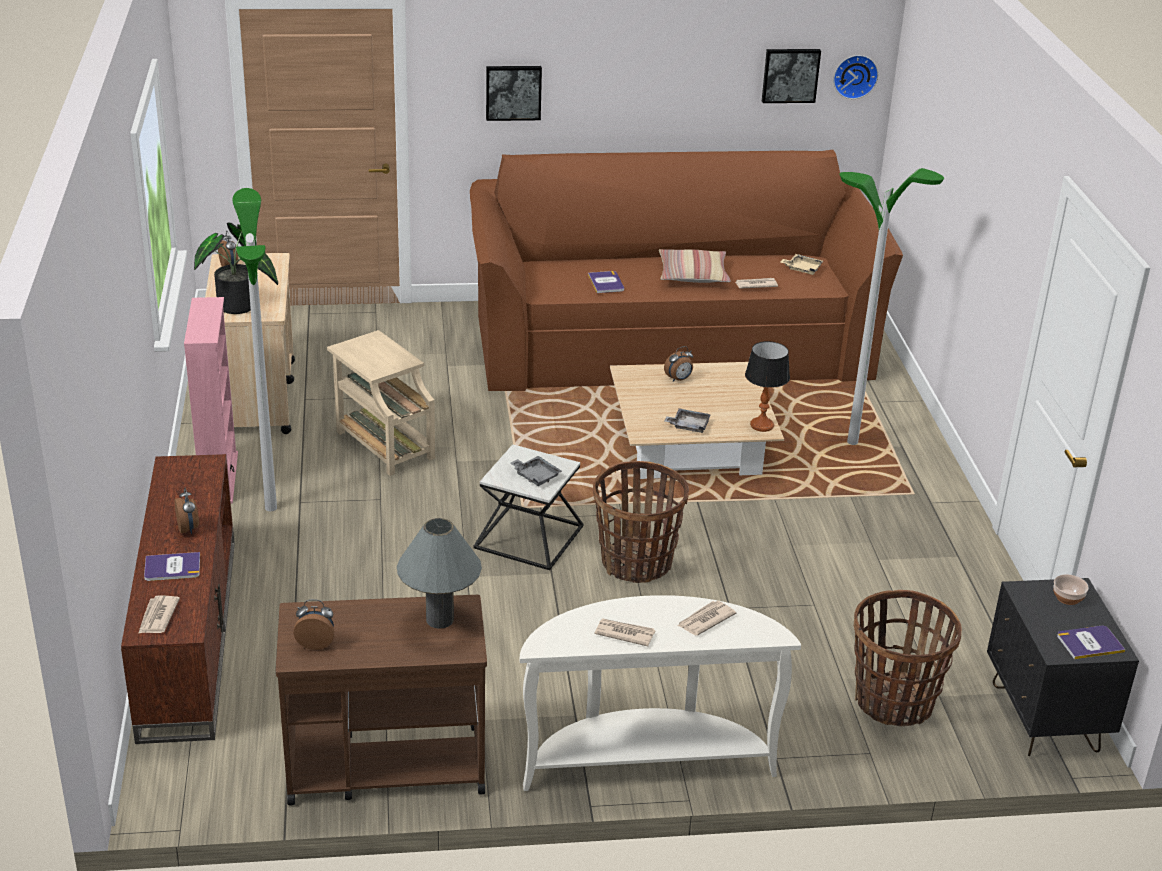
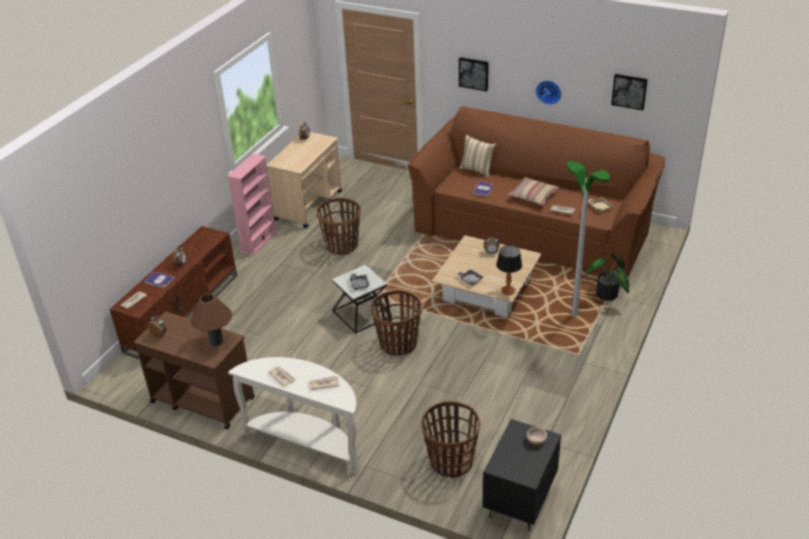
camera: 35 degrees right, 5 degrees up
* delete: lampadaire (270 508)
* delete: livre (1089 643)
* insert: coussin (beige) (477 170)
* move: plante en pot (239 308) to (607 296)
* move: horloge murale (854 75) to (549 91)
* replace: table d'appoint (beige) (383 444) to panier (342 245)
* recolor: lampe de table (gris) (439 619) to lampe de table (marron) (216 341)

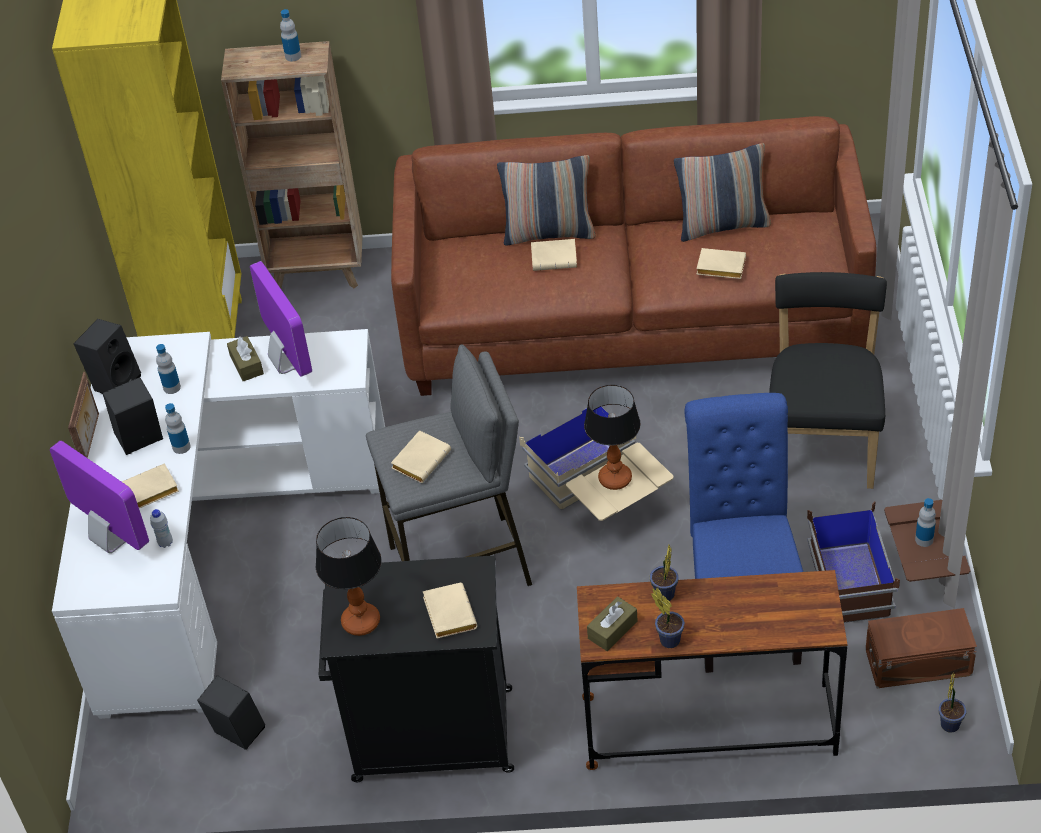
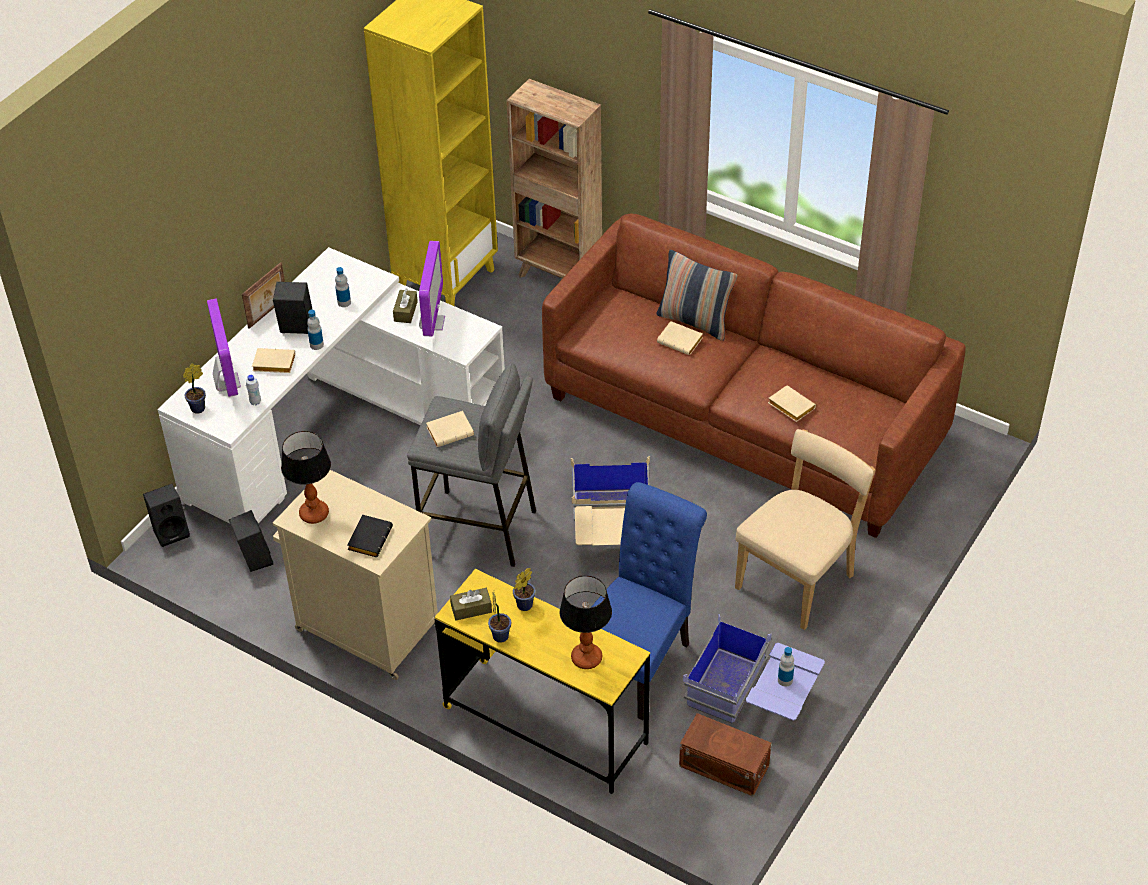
camera: 30 degrees right, 0 degrees up
* delete: bouteille (293 56)
* delete: coussin (722 225)
* move: enceinte (noir) (115 381) to (171 531)
* move: lampe de table (614 479) to (586 658)
* move: plante en pot (950 722) to (200 407)
* recolor: meuble de rangement (noir) (429 736) to meuble de rangement (beige) (365 627)
* recolor: livre (beige) (447 613) to livre (noir) (369 538)
* recolor: bureau (marron) (709 726) to bureau (jaune) (545 725)
* recolor: chaise (noir) (823 443) to chaise (beige) (799 579)
* recolor: boîte de rangement (marron) (884 581) to boîte de rangement (bleu) (753 698)

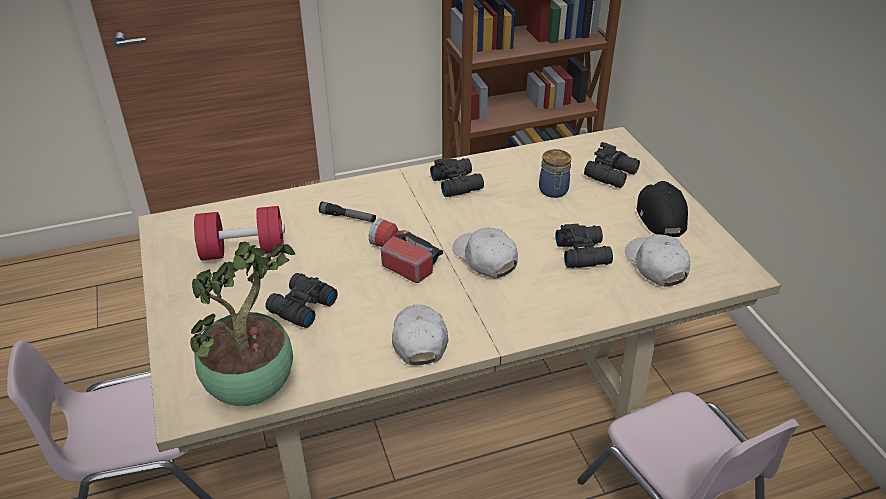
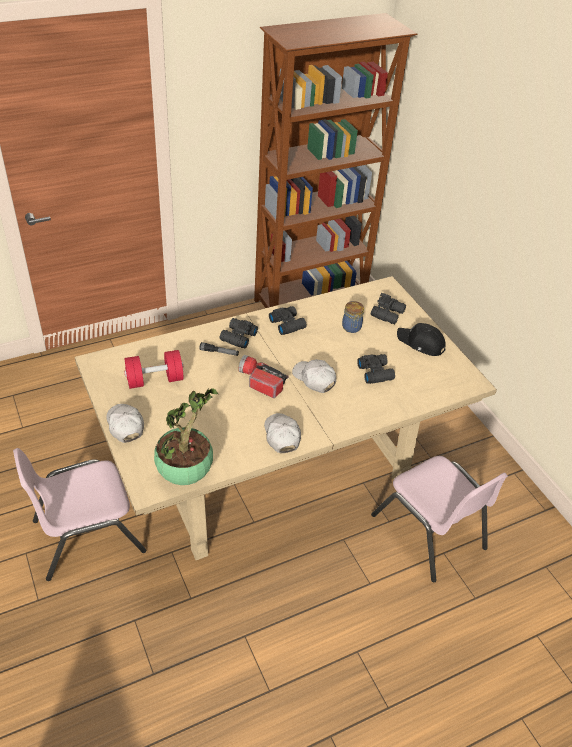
camera: 10 degrees left, 5 degrees up
* move: jumelles (noir) (300 307) to (237 337)
* move: casquette (blanc) (656 265) to (125 425)
* rotate: casquette (noir) (659 215) = (421 343) 45 degrees counterclockwise

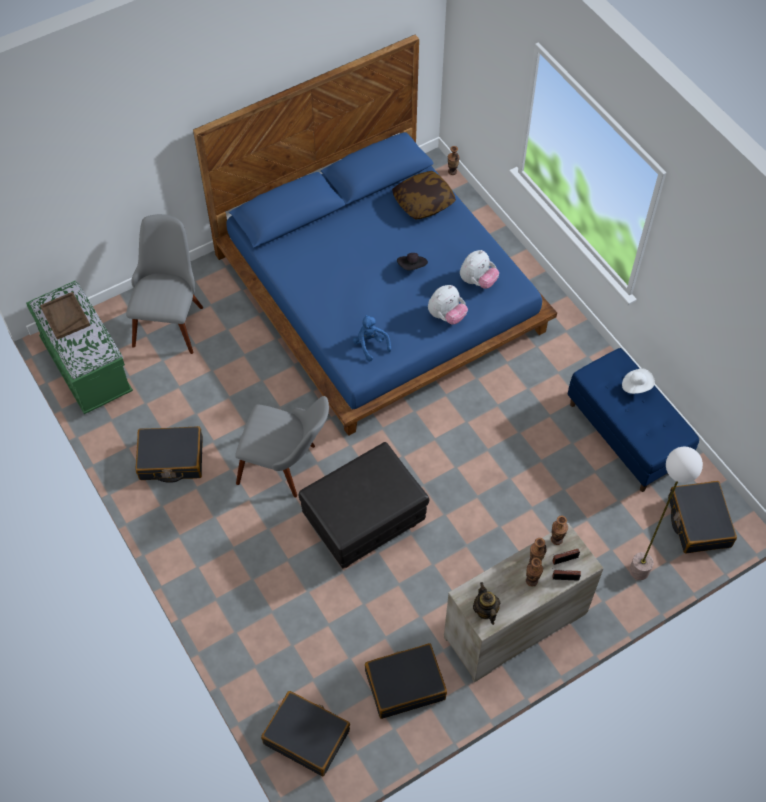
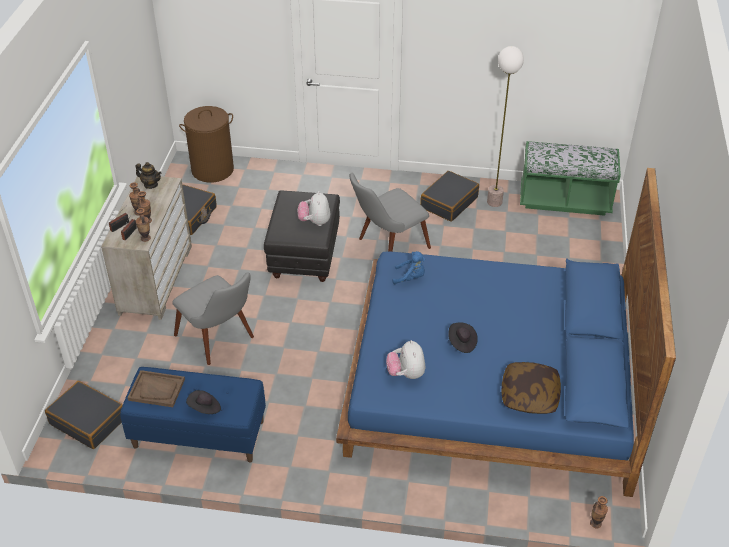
camera: 130 degrees right, 15 degrees down
* move: plateau (marron) (65 316) to (157 390)
* move: chaise (gris) (170 318) to (221 340)
* move: peluche (446 316) to (315 222)
* move: lampadaire (639 570) to (494 202)
* replace: valise (noir) (307 736) to panier à linge (marron) (212 170)
* recolor: chapeau (blanc) (636 386) to chapeau (noir) (205 408)

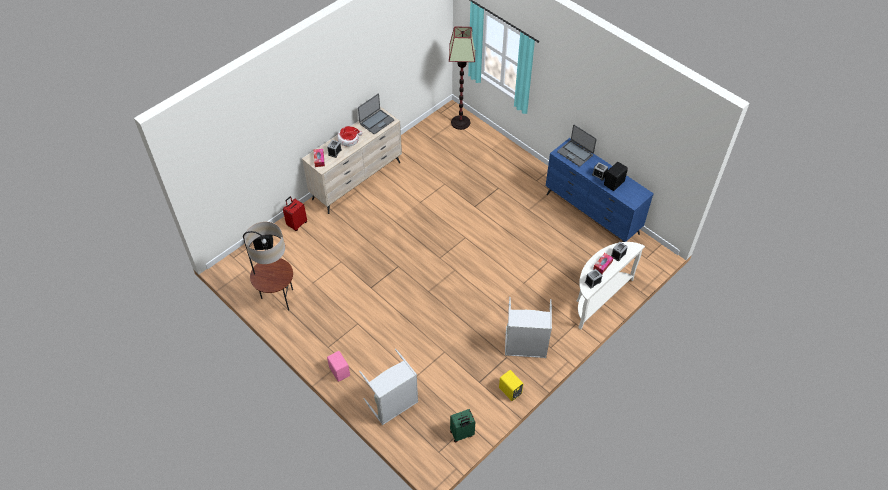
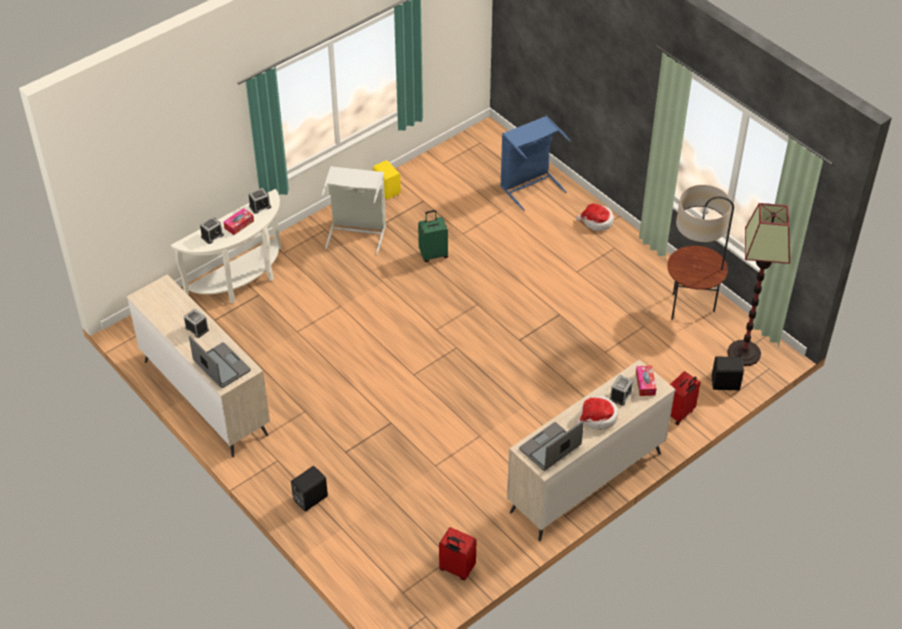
camera: 175 degrees left, 5 degrees down
* insert: valise (rouge) (456 569)
* move: lampadaire (460 122) to (743 353)
* move: valise (vert) (462 434) to (433 254)
* move: enceinte (noir) (614 183) to (309 498)
* replace: enceinte (rose) (340 371) to chapeau (597 222)
* recolor: panier à linge (gris) (393 405) to panier à linge (bleu) (529 185)
* recolor: commode (bleu) (592 214) to commode (beige) (205 397)

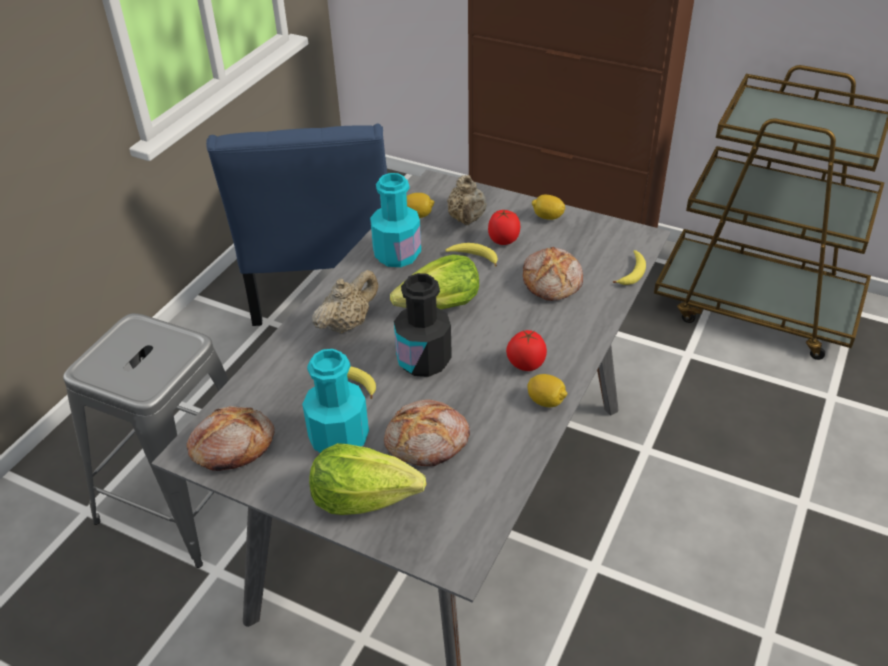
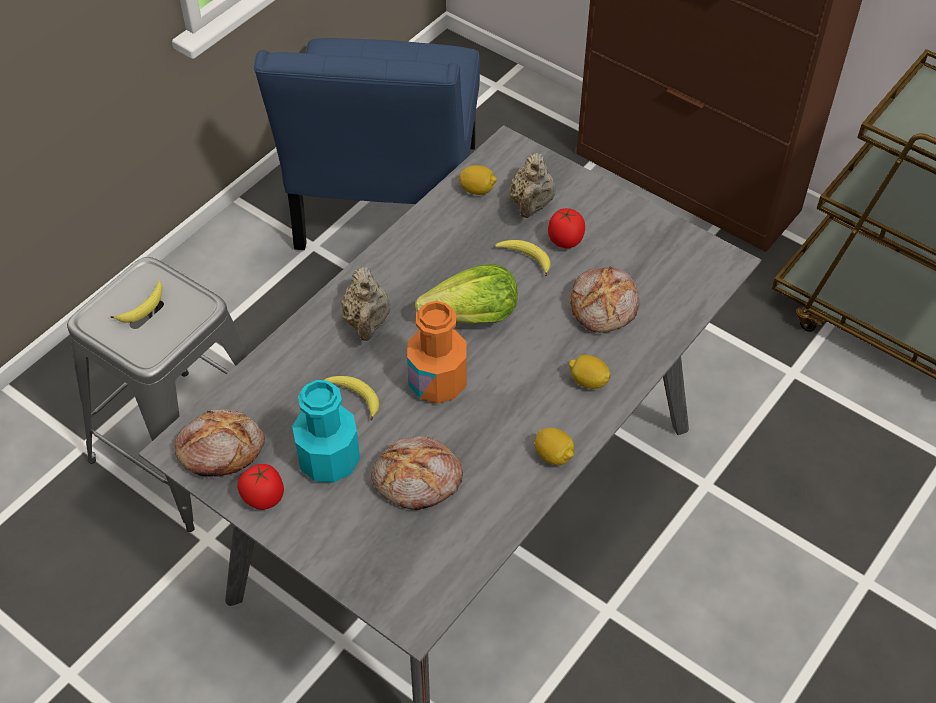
camera: 10 degrees right, 10 degrees up
* delete: laitue (364 497)
* delete: bouteille (turquoise) (397 254)
* move: tomate (525 365) to (263 498)
* move: citron (547 217) to (588 381)
* move: banane (632 273) to (143 307)
* recolor: bouteille (noir) (424 360) to bouteille (orange) (437 382)
* rotate: théière (beige) (347 324) = (367 322) 120 degrees clockwise

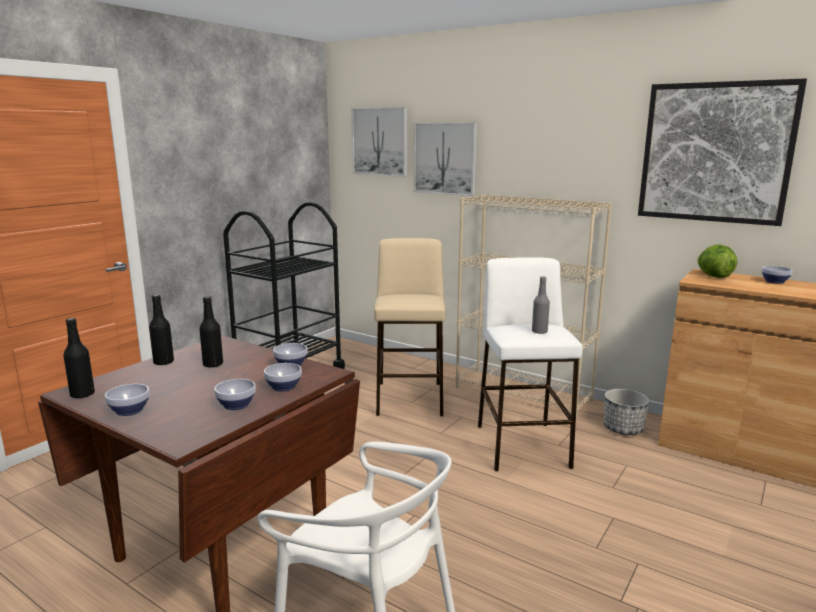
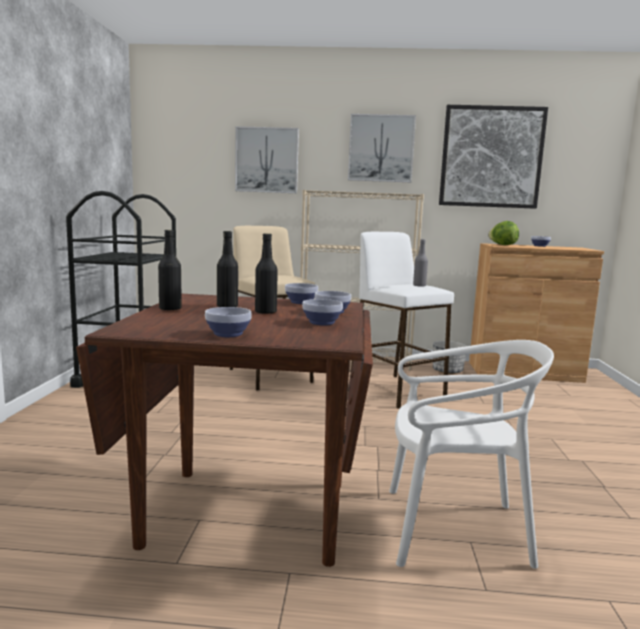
camera: 30 degrees left, 5 degrees down
* move: bouteille (noir) (82 394) to (265 312)
* move: tableau (380 141) to (381 148)

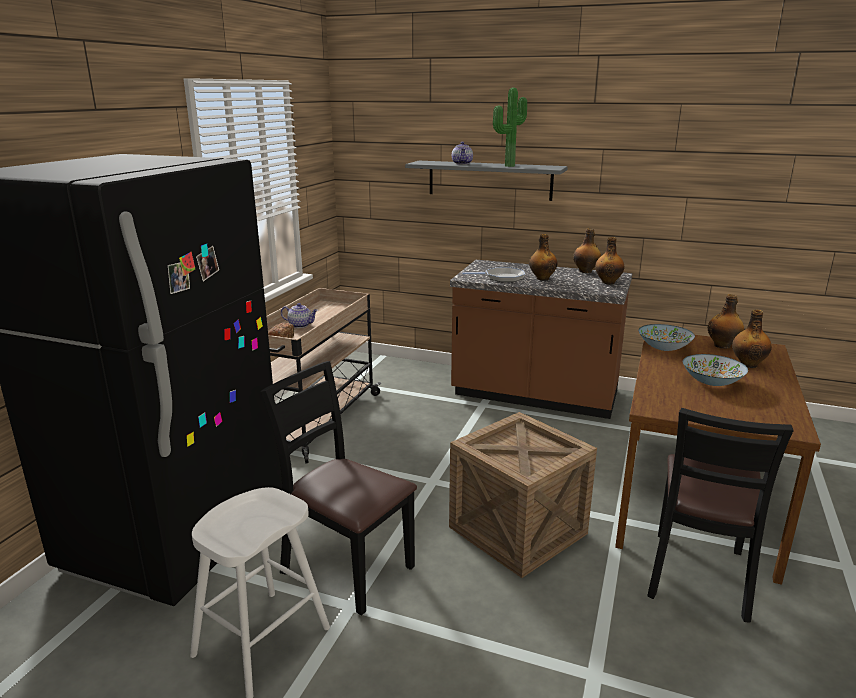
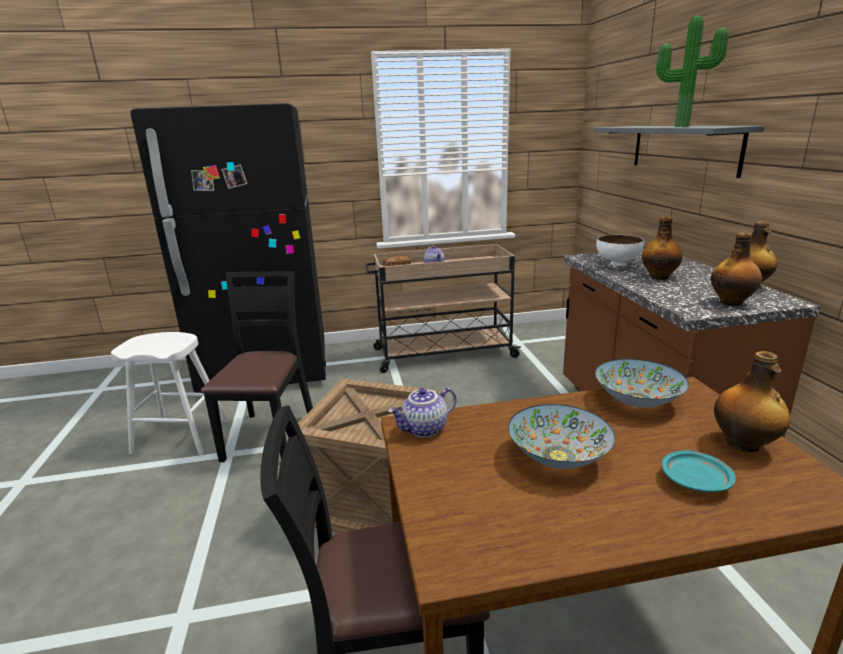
camera: 60 degrees right, 0 degrees up
* move: théière (462 163) to (424 429)
* replace: poêle (502 278) to bol (blanc) (617 265)
* replace: bouteille (748 364) to assiette (turquoise) (695 480)

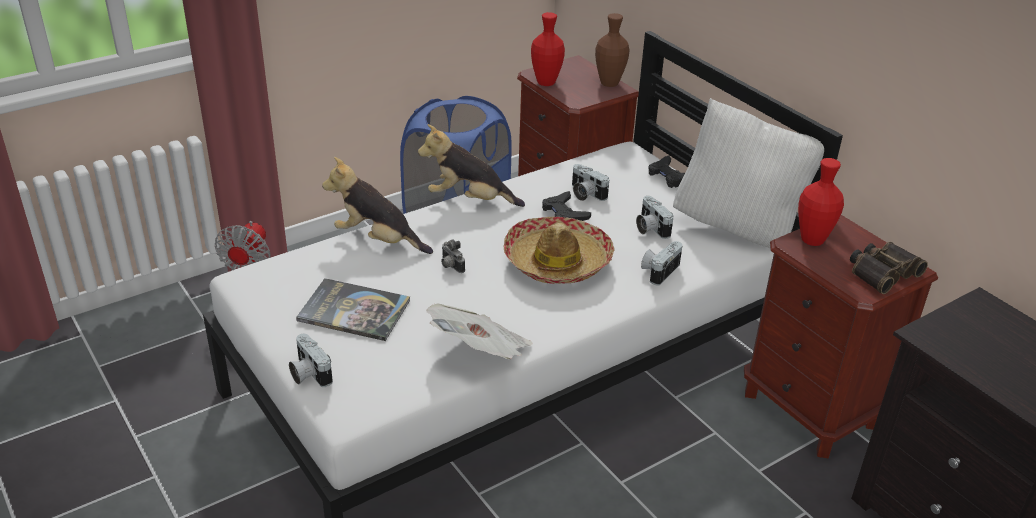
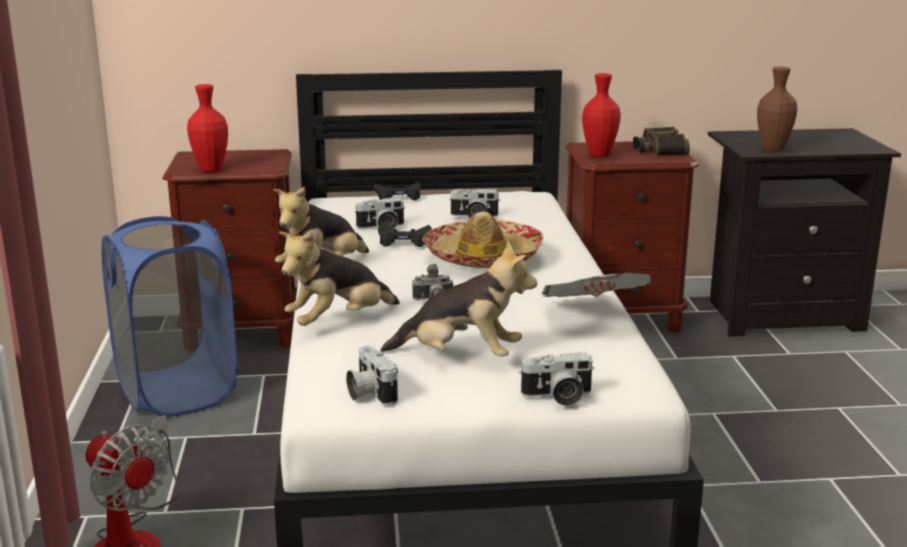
camera: 60 degrees left, 15 degrees down
* delete: coussin (blanc) (739 228)
* move: vase (marron) (609 83) to (773 149)
* move: appareil photo (659 270) to (369 393)
* replace: livre (354 311) to peluche (461 357)

